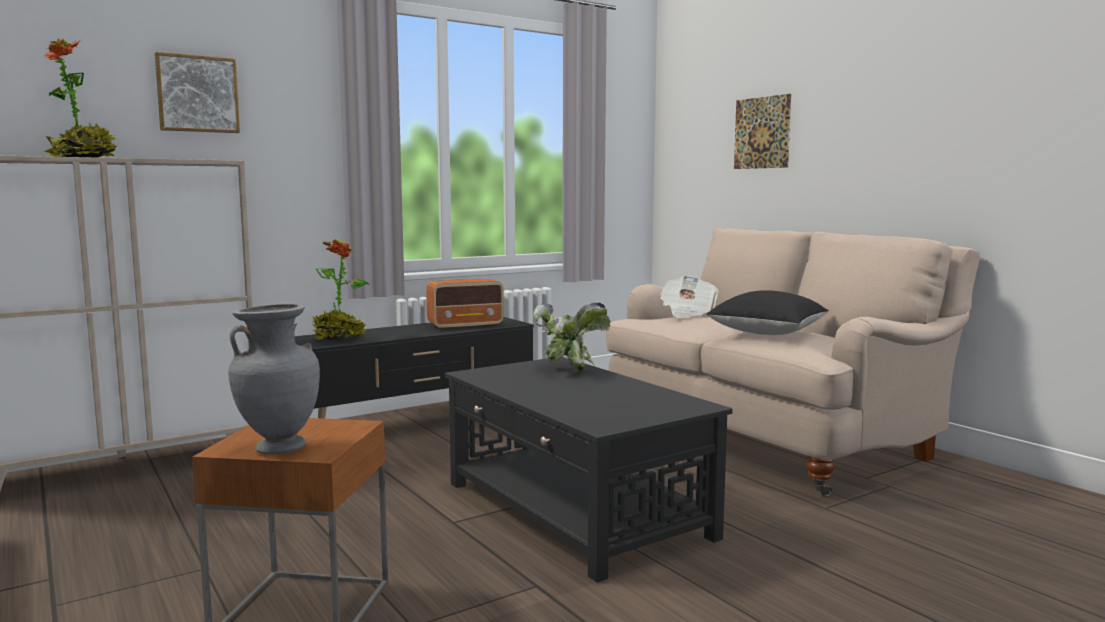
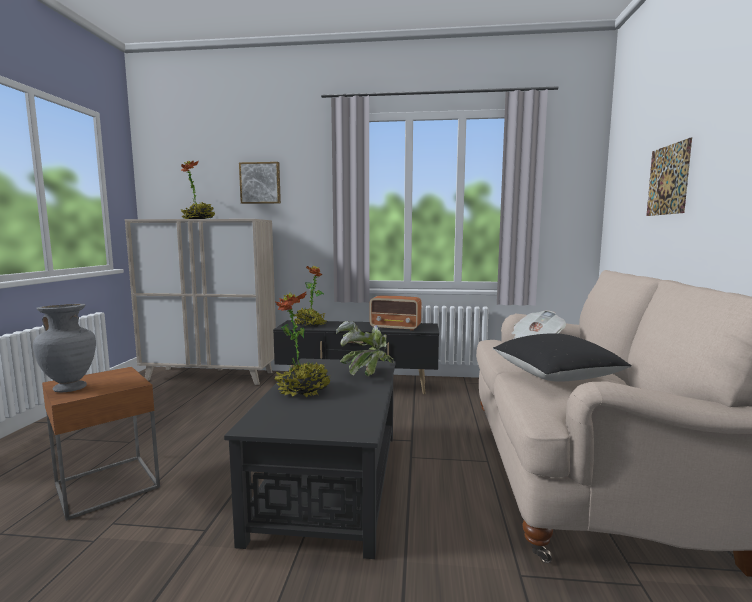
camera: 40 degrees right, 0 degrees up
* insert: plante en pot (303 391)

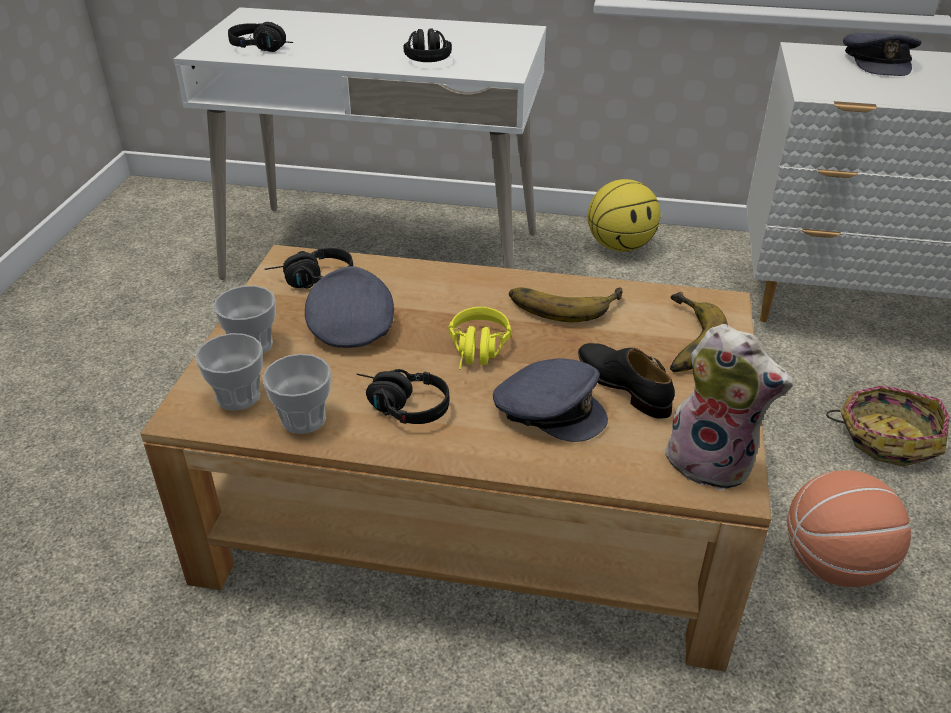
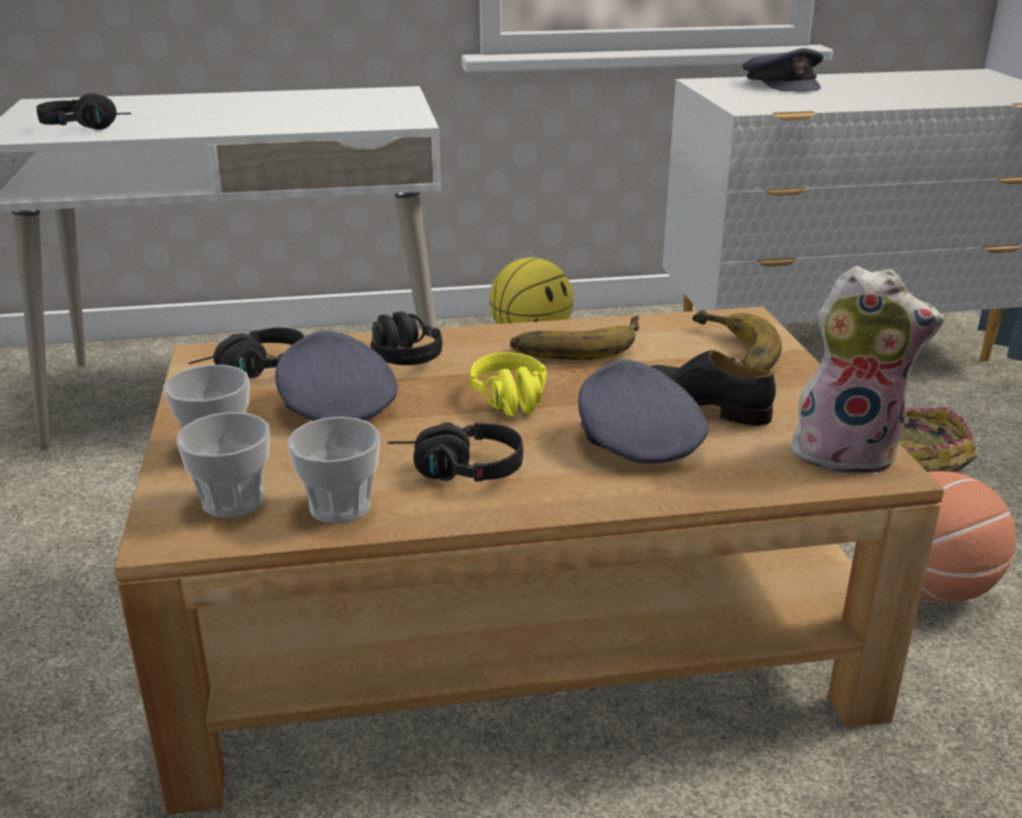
camera: 20 degrees left, 10 degrees down
* move: casque audio (noir) (427 56) to (400 352)
* rotate: casquette (gris) (549 409) = (636 440) 120 degrees counterclockwise

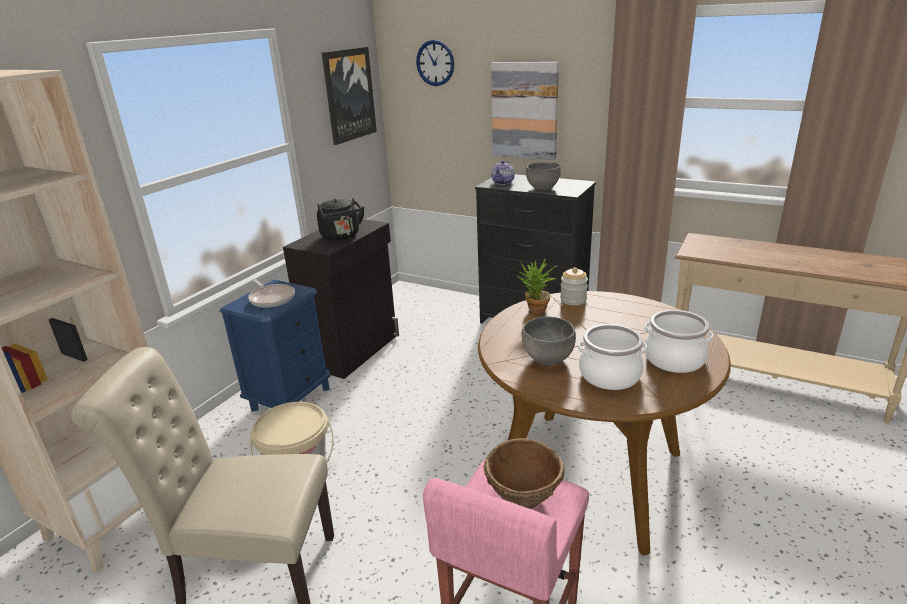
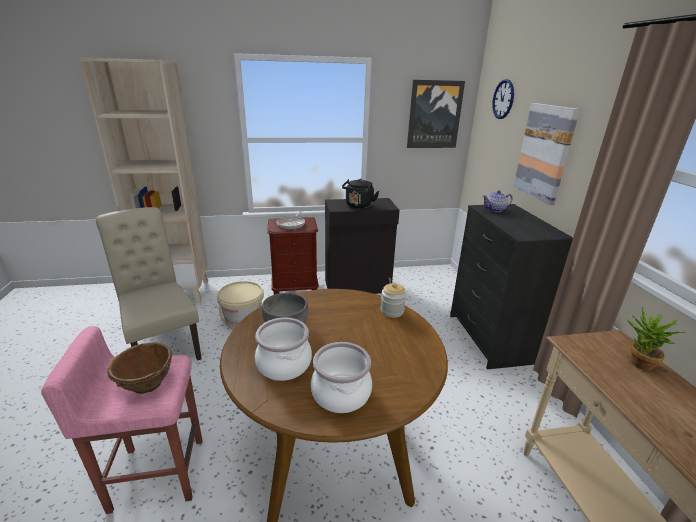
camera: 50 degrees right, 0 degrees up
* delete: bol (gris) (542 188)
* move: plante en pot (535 310) to (637 364)
* recolor: table de chevet (bleu) (291 398) to table de chevet (marron) (295 290)

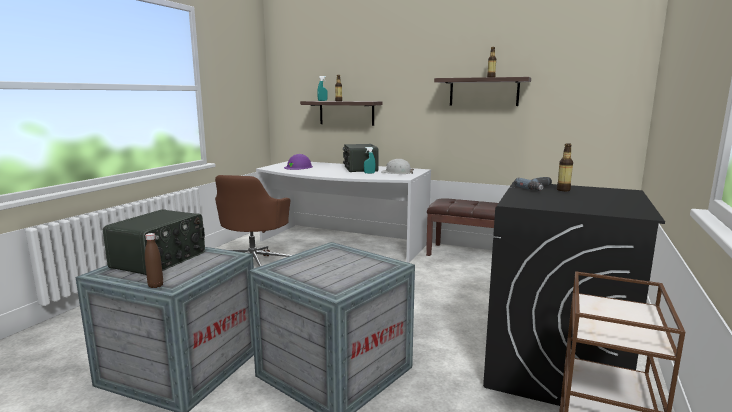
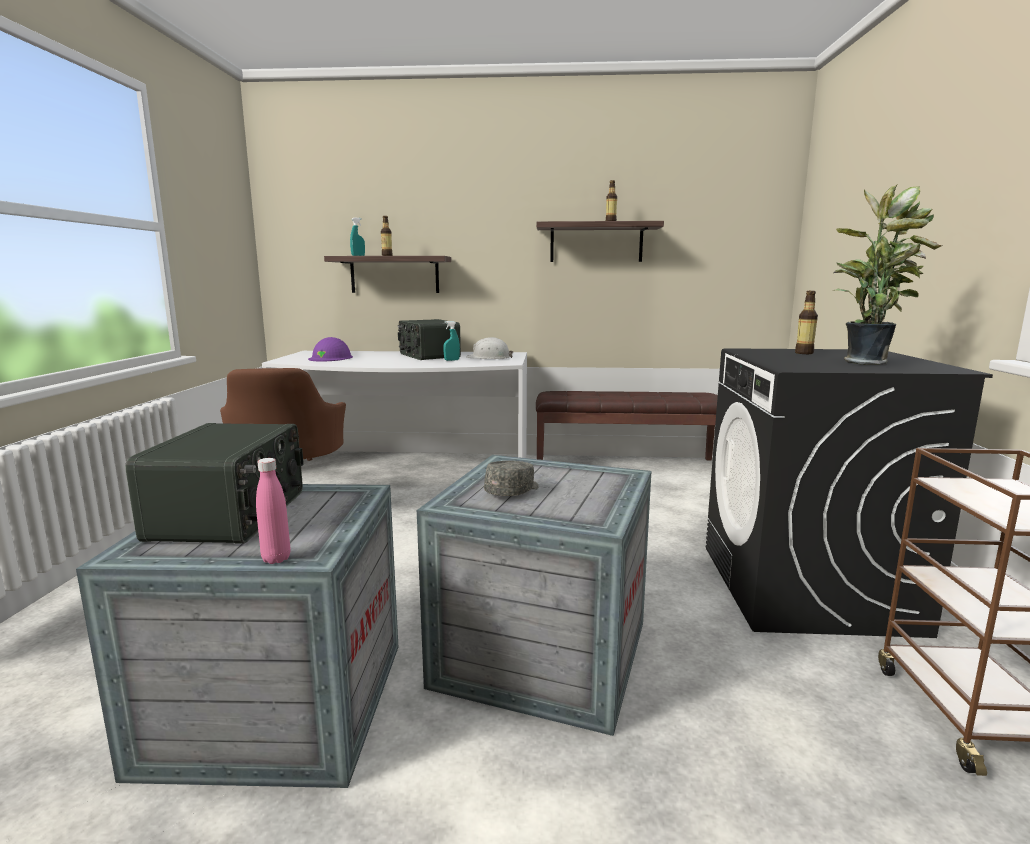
camera: 20 degrees left, 0 degrees up
* delete: perceuse (539 188)
* insert: casquette (gris) (513 491)
* insert: plante en pot (867 362)
* recolor: bouteille (marron) (155 285) to bouteille (rose) (276 559)

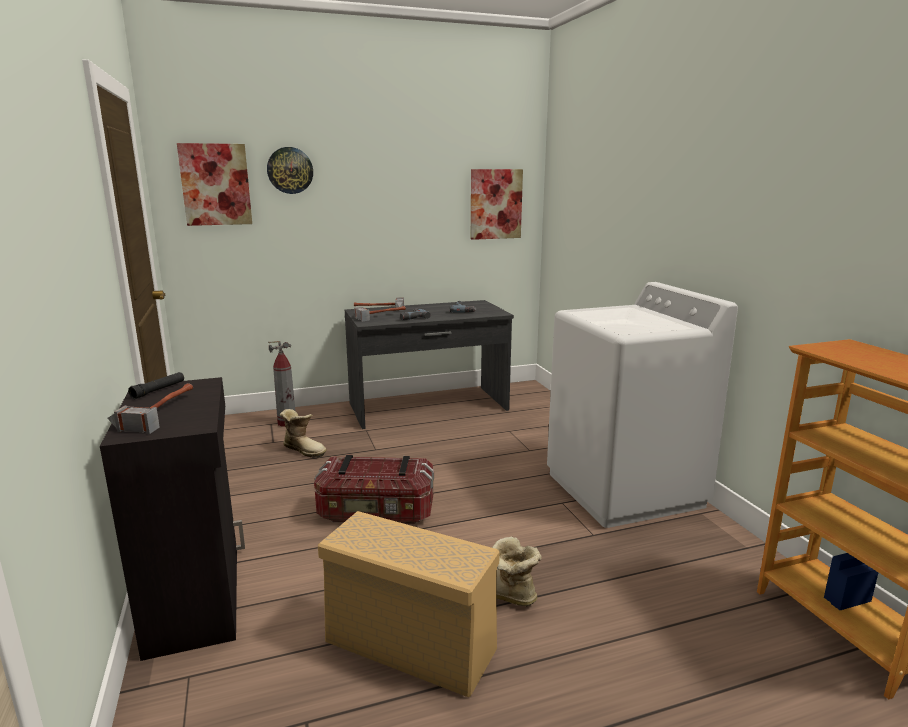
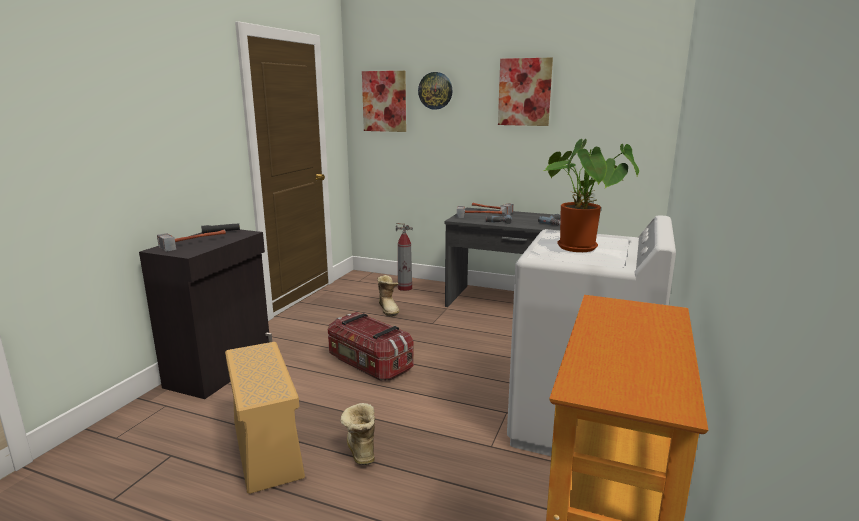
camera: 40 degrees right, 0 degrees up
* insert: plante en pot (581 248)
* move: tableau (495 204) to (524 92)

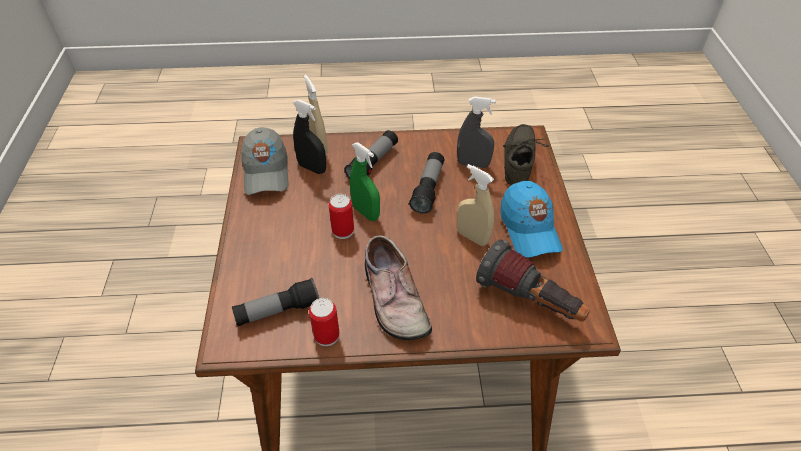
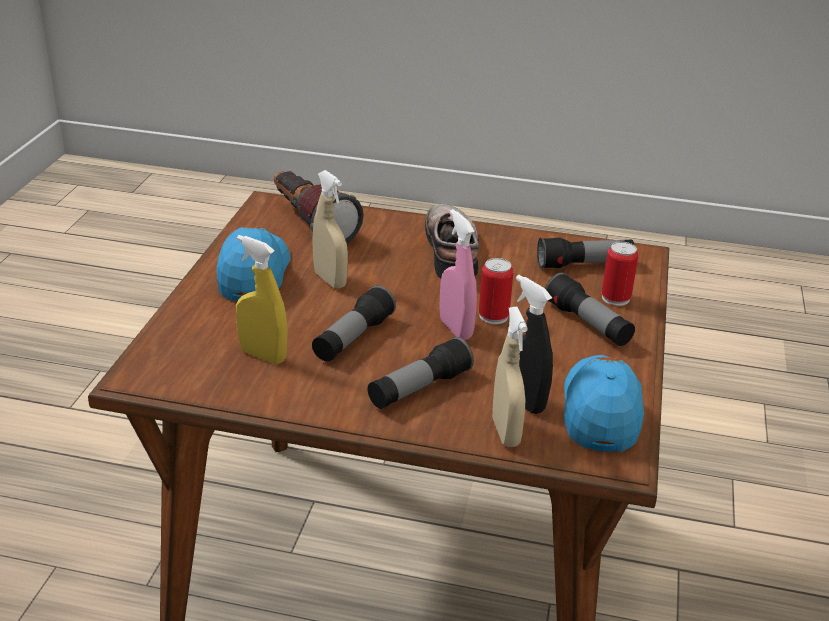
camera: 165 degrees left, 15 degrees down
* delete: chaussure (gris) (521 161)
* insert: lampe de poche (587 324)
* move: boîte métallique (326 335) to (615 298)
* recolor: casquette (gris) (266 172) to casquette (bleu) (600 411)
* recolor: vaporisateur (vert) (366 212) to vaporisateur (rose) (455 329)
* recolor: vaporisateur (gris) (473 164) to vaporisateur (jaune) (263 355)

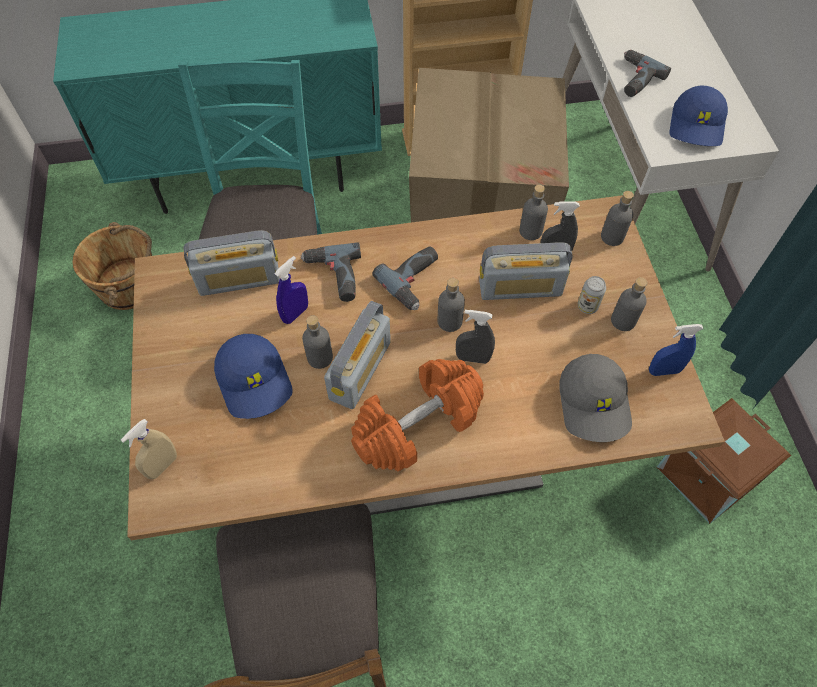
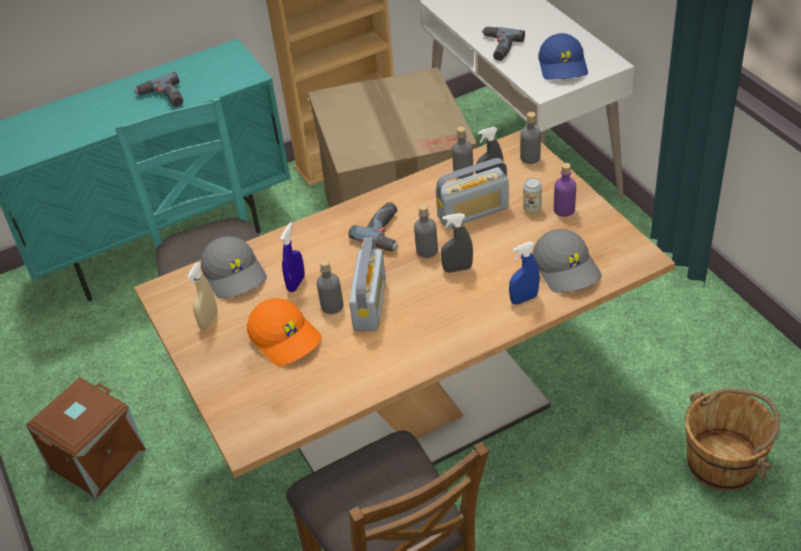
camera: 15 degrees left, 15 degrees down
* delete: haltère (orange) (417 424)
* move: seau (marron) (130 286) to (723 461)
* move: vaporisateur (beige) (162 466) to (208 320)
* move: perceuse (333 277) to (163 98)
* move: vaporisateur (bleu) (664 371) to (524 299)
* move: boîte de rangement (marron) (708 476) to (97 460)
* replace: radio (239 280) to casquette (gris) (235 275)
* recolor: casquette (bleu) (255 381) to casquette (orange) (286 338)
* recolor: bouteille (gris) (623 320) to bouteille (violet) (564 209)

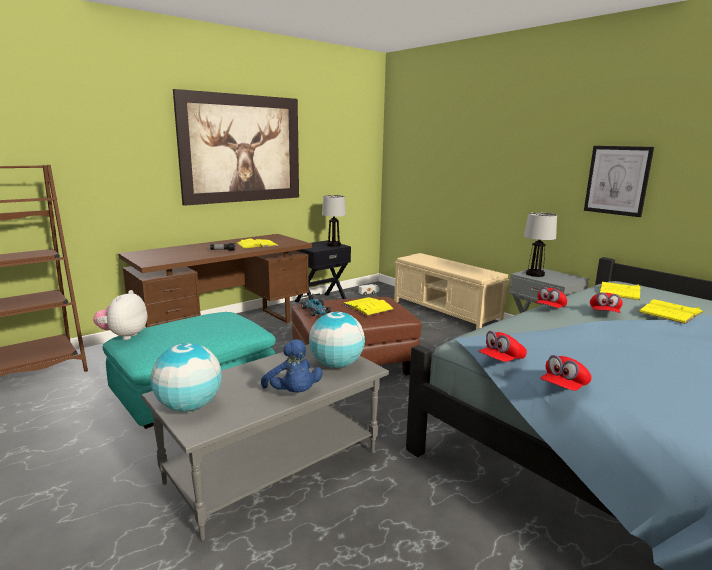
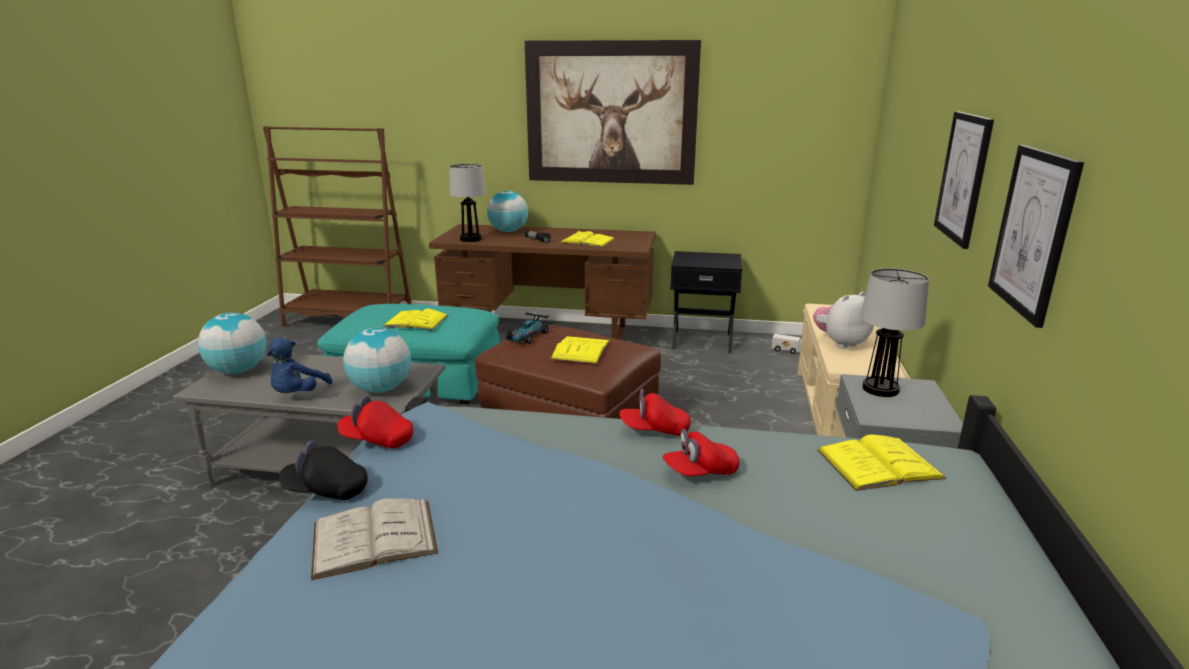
camera: 50 degrees right, 5 degrees up
* insert: livre (blanc) (374 538)
* insert: globe (508 231)
* insert: tableau (963 177)
* move: peluche (124 336) to (840 343)
* move: lampe de table (334 245) to (471 239)
* move: livre (jaune) (670 312) to (416 321)
* recolor: casquette (rouge) (564 387) to casquette (noir) (326 490)

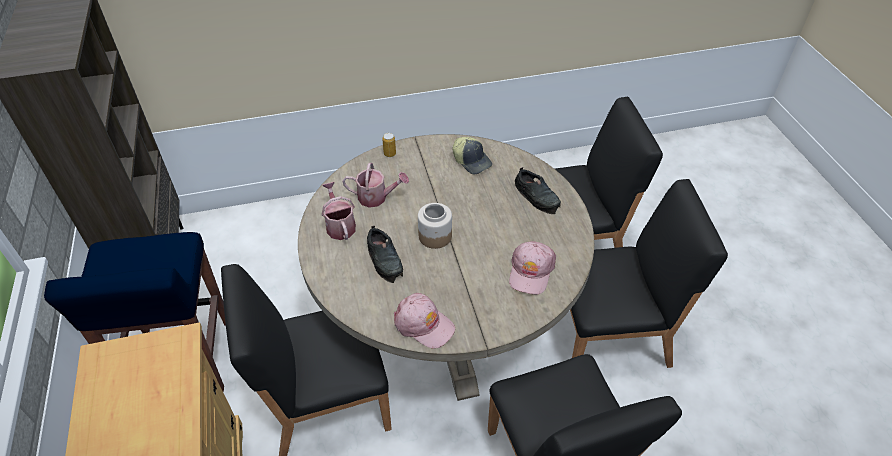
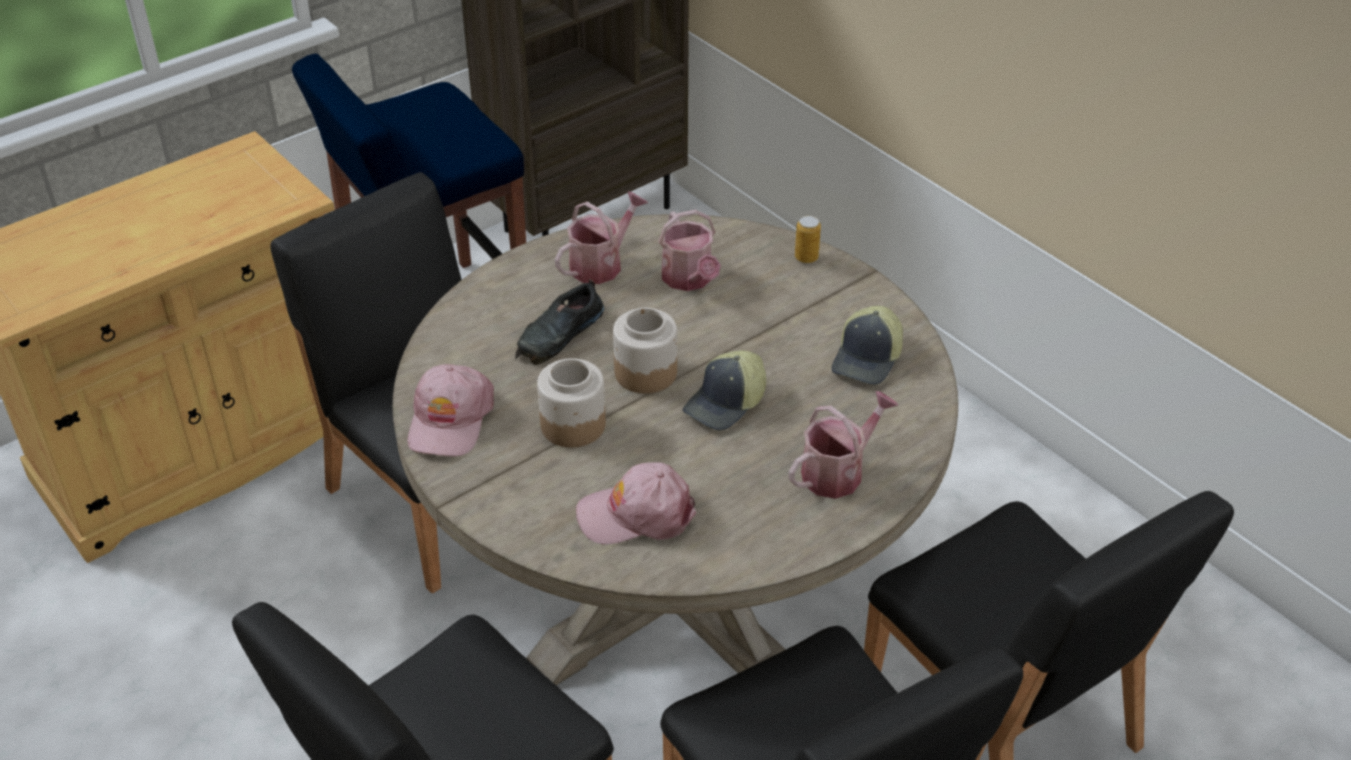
camera: 65 degrees right, 5 degrees down
* insert: bocal (572 425)
* insert: casquette (726 403)
* replace: chaussure (noir) (537 196) to arrosoir (838 471)

